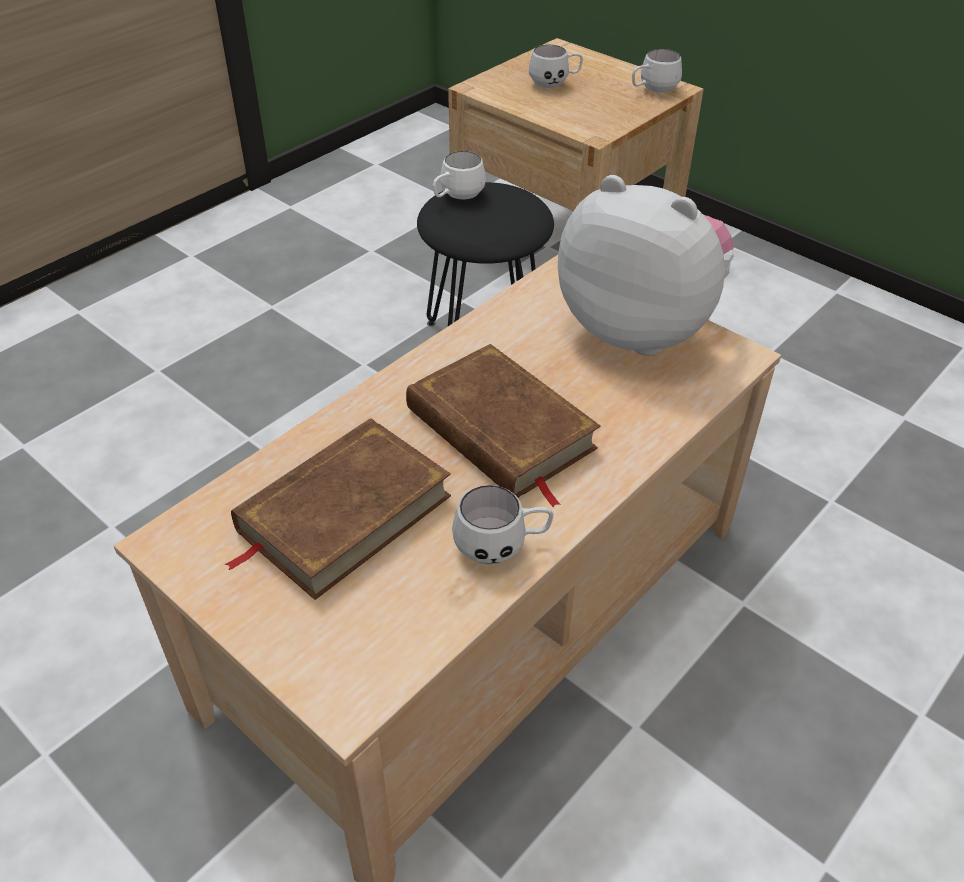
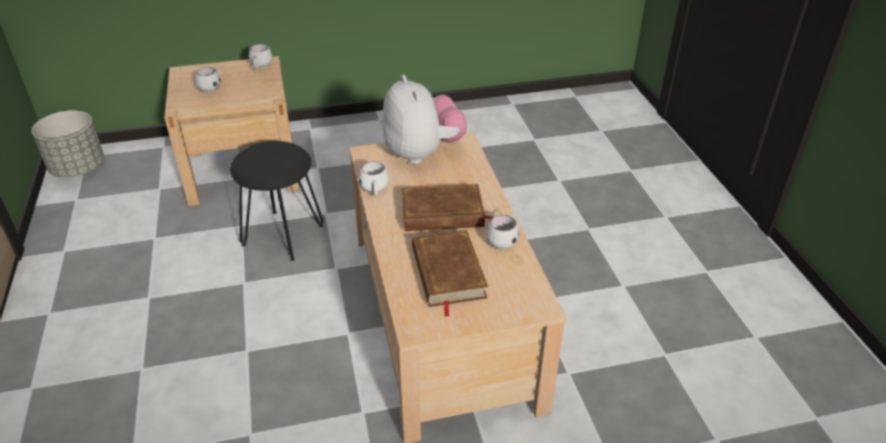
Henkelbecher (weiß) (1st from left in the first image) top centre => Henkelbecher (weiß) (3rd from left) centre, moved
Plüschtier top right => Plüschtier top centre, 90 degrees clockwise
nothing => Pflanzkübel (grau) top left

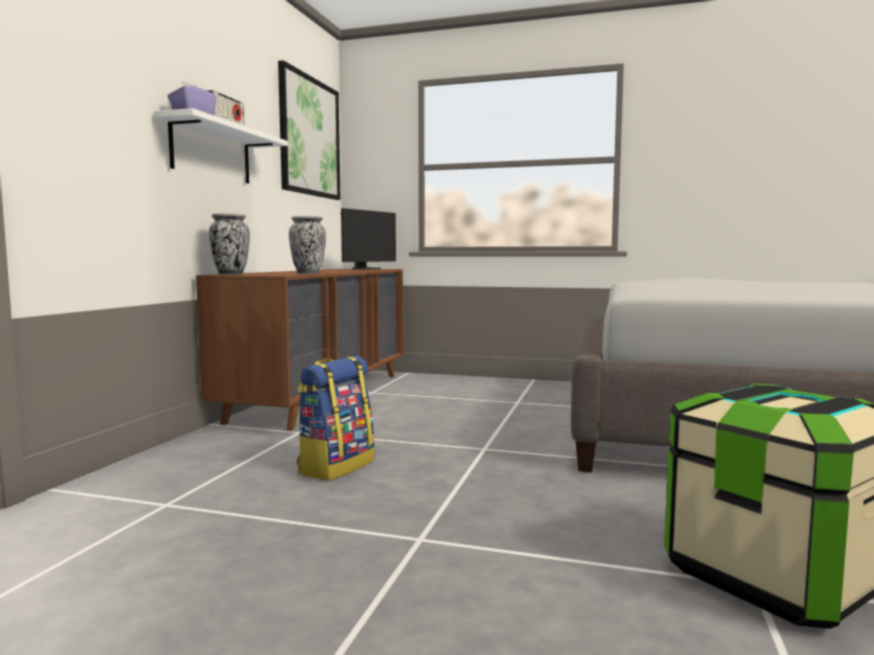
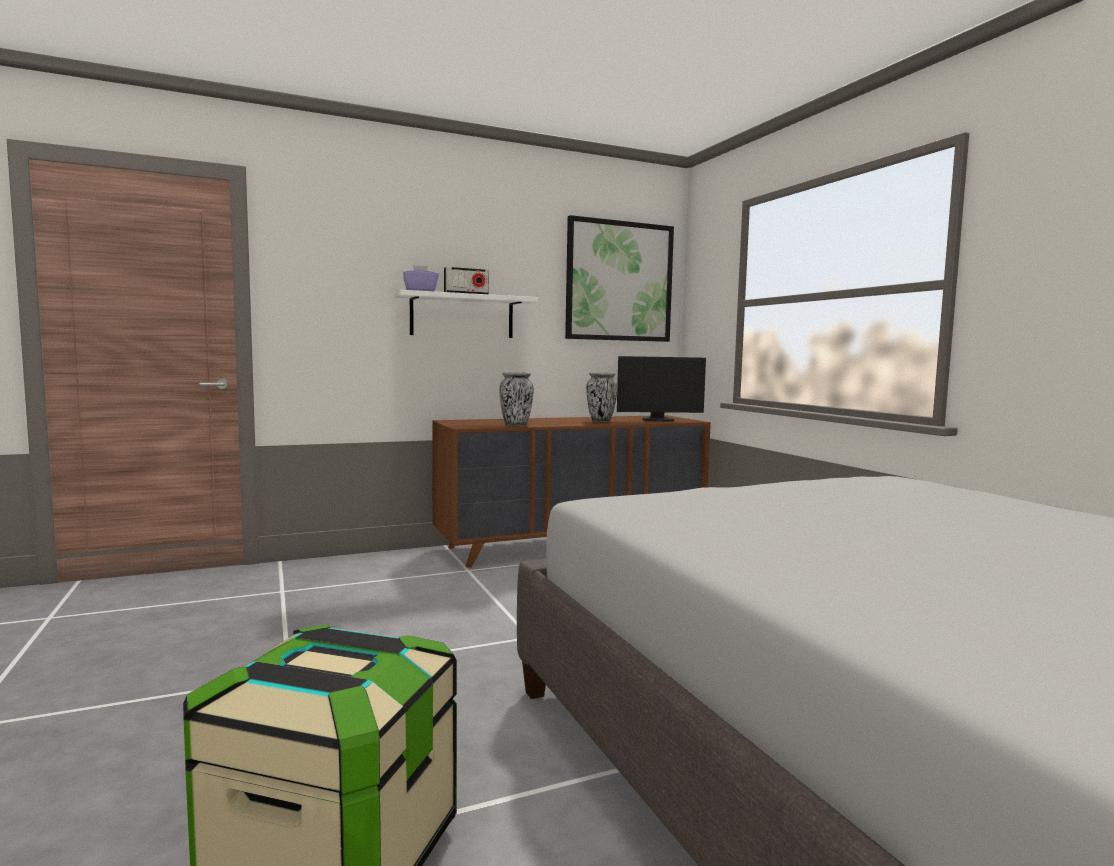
Vase (1st from left in the first image) middle left => Vase (2nd from left) centre, moved
Rucksack centre => nothing

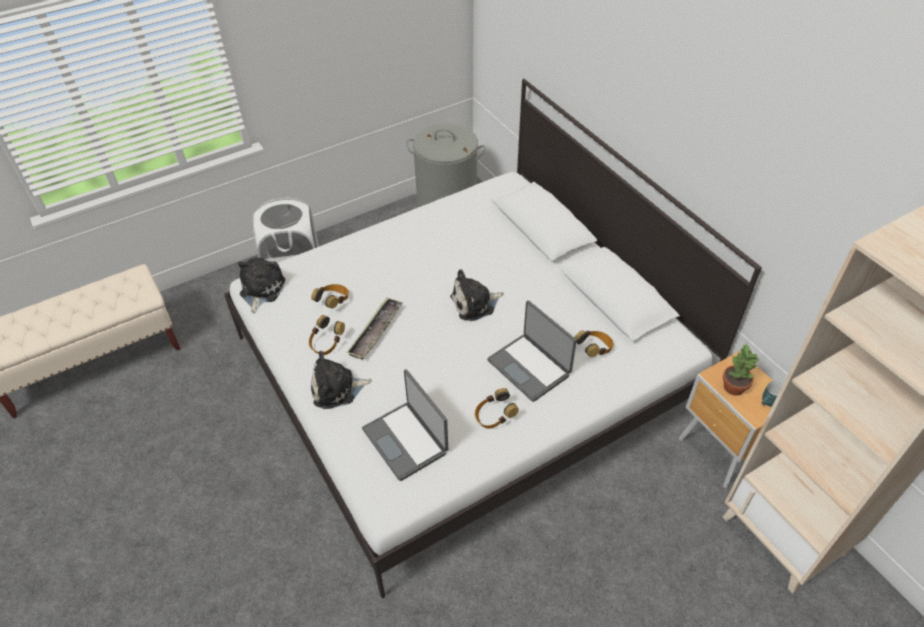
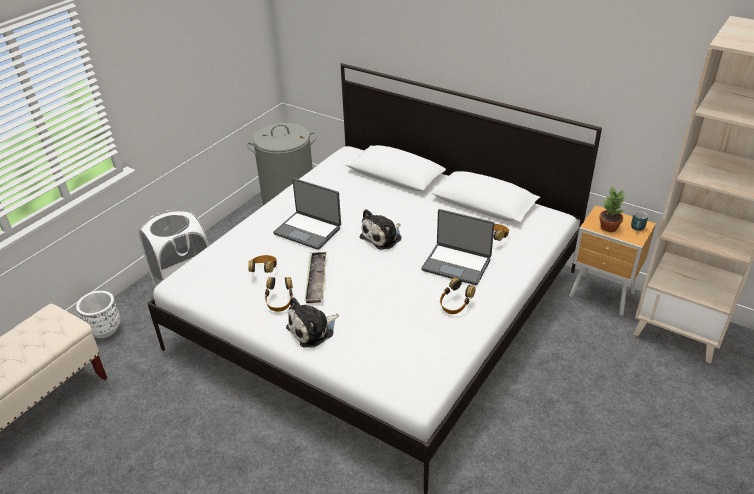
Plüschtier (1st from left) middle left => nothing
Laptop (1st from left) bottom centre => Laptop (1st from left) centre, moved
nothing => Pflanzkübel (weiß) middle left

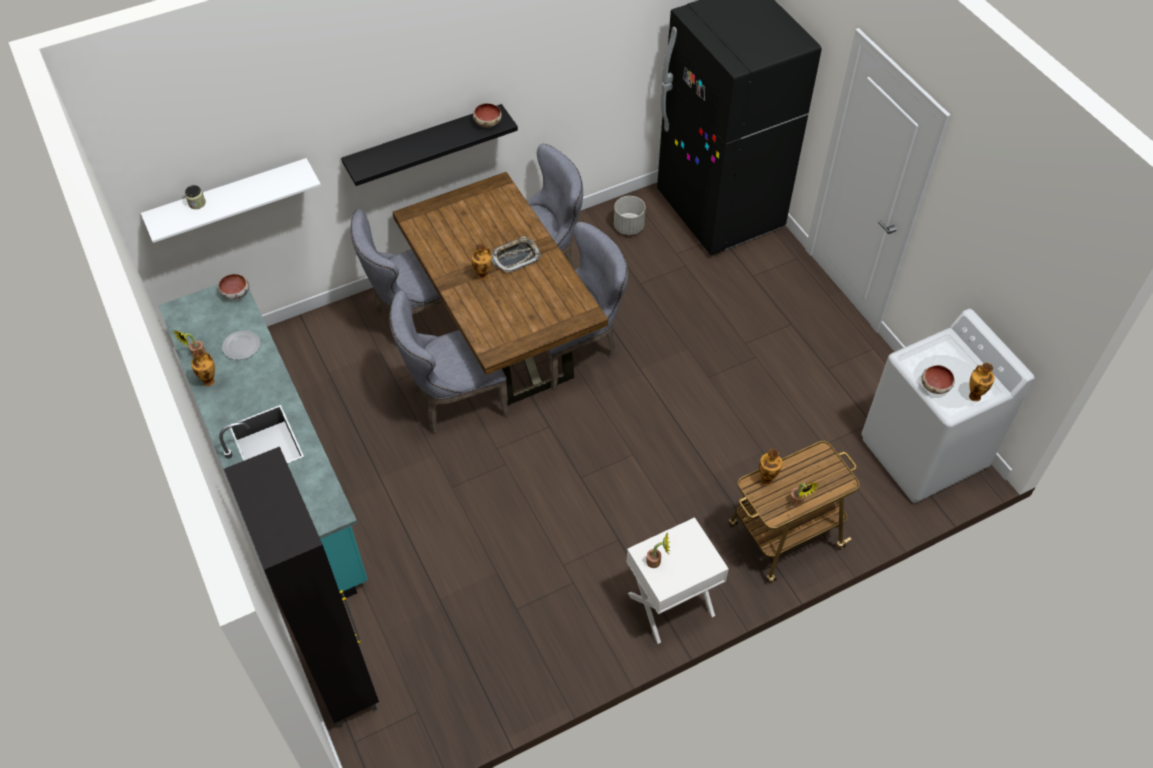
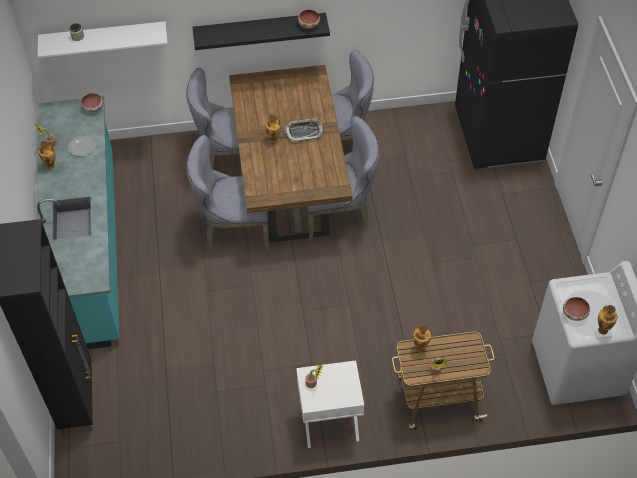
Pflanzkübel (grau) top centre => nothing

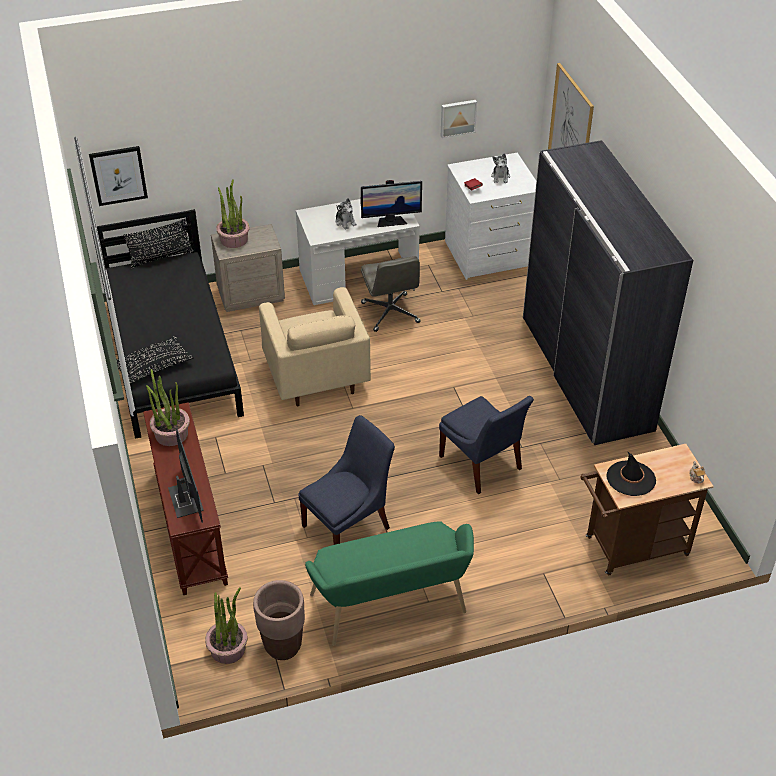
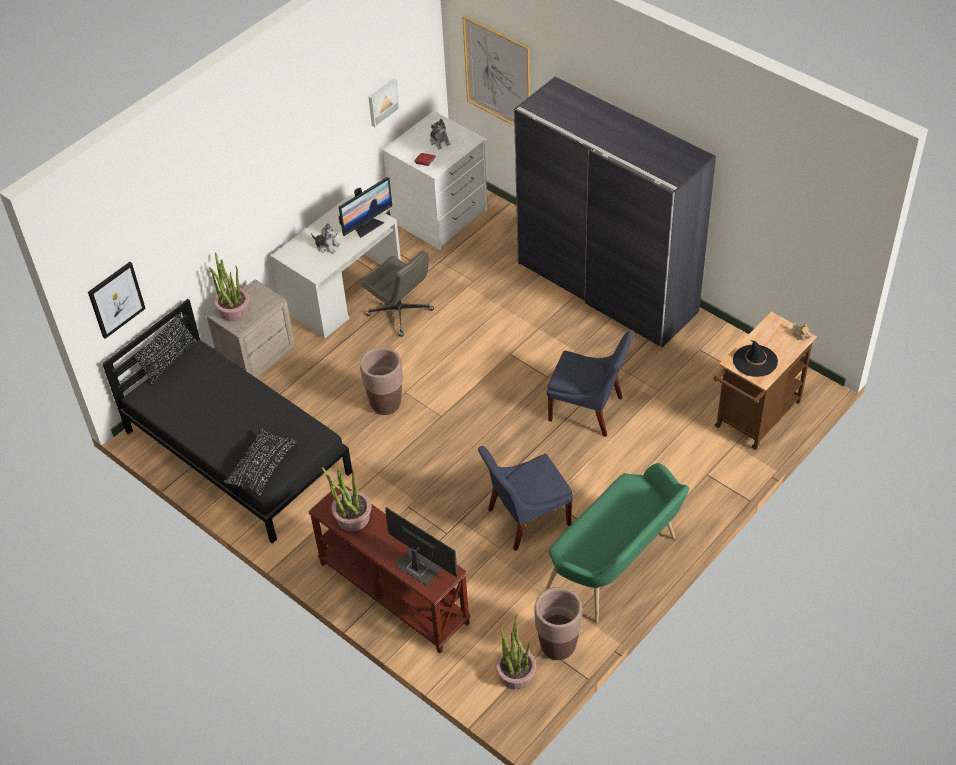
Sessel (beige) centre => Pflanzkübel (braun) (1st from left) centre
Stuhl (blau) (1st from left) centre, 135 degrees counterclockwise

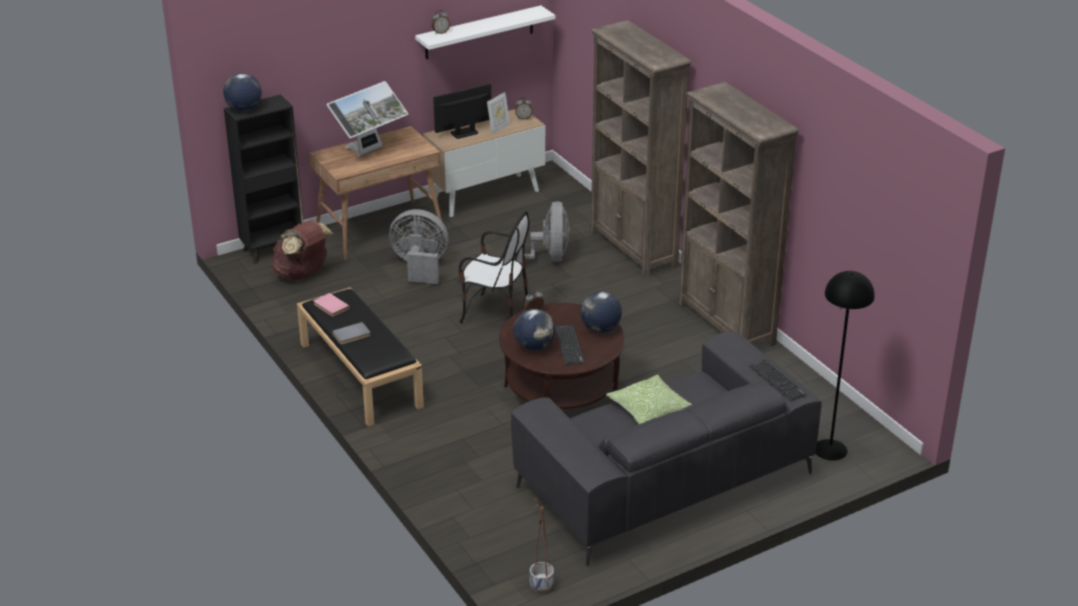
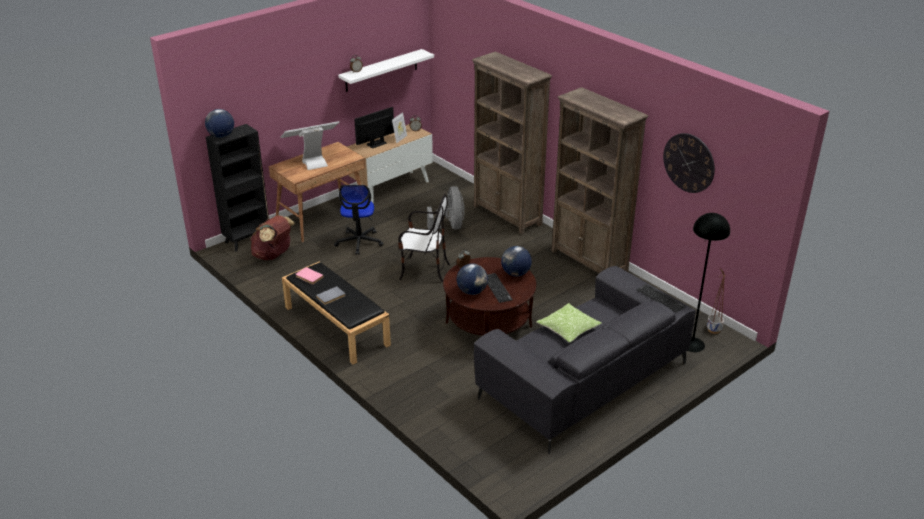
Monitor (1st from left) top centre, 150 degrees counterclockwise
Ventilator (grau) (1st from left) centre => Bürostuhl centre
Pflanzkübel bottom centre => Pflanzkübel middle right, moved
nothing => Wanduhr top right

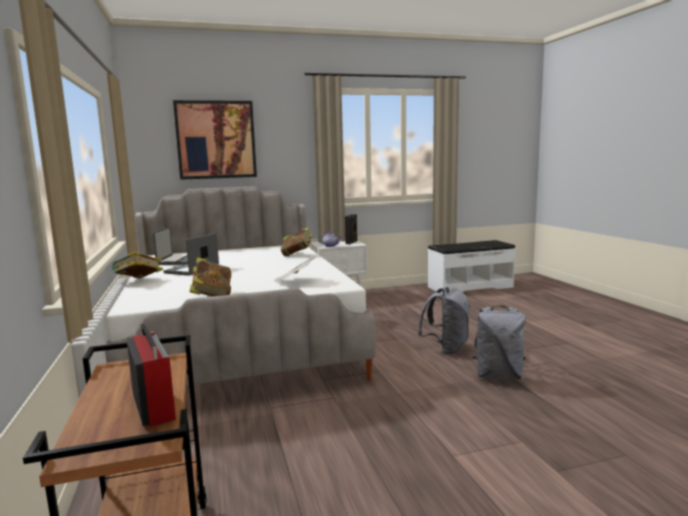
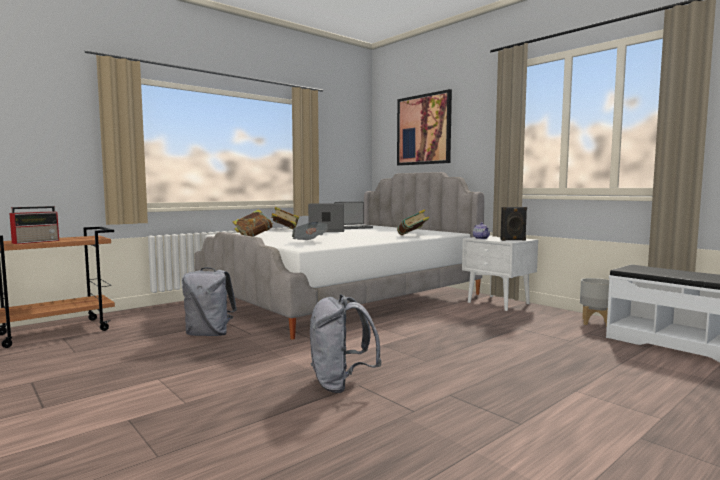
Rucksack (grau) (1st from left) centre => Rucksack (grau) (1st from left) middle left, moved
nothing => Pflanzkübel (grau) middle right

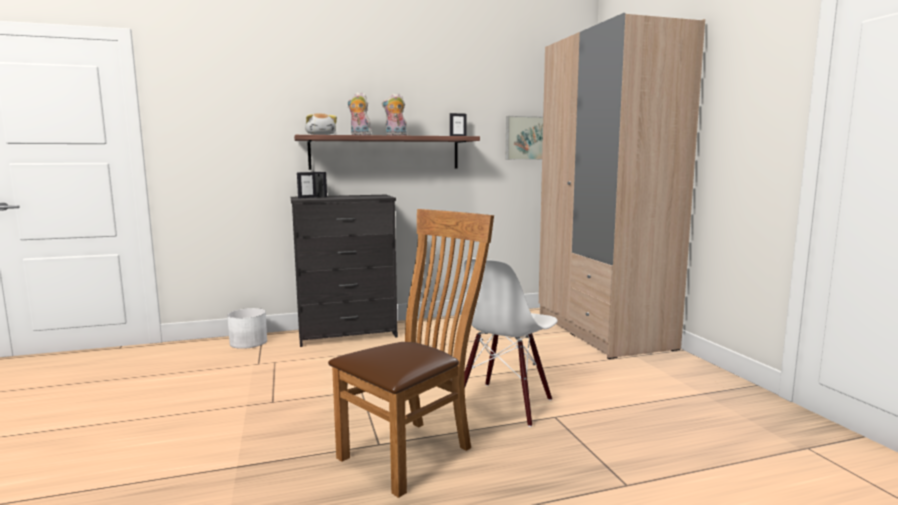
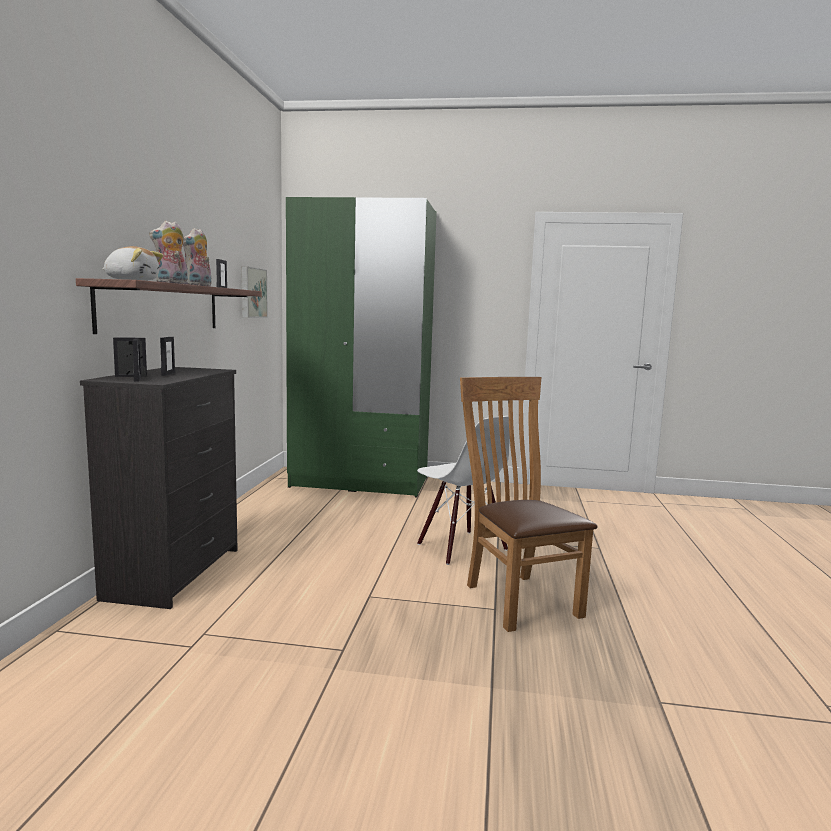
Kleiderschrank (beige) middle right => Kleiderschrank (grün) centre
Pflanzkübel (weiß) middle left => nothing
nothing => Bilderrahmen (3rd from left) middle left

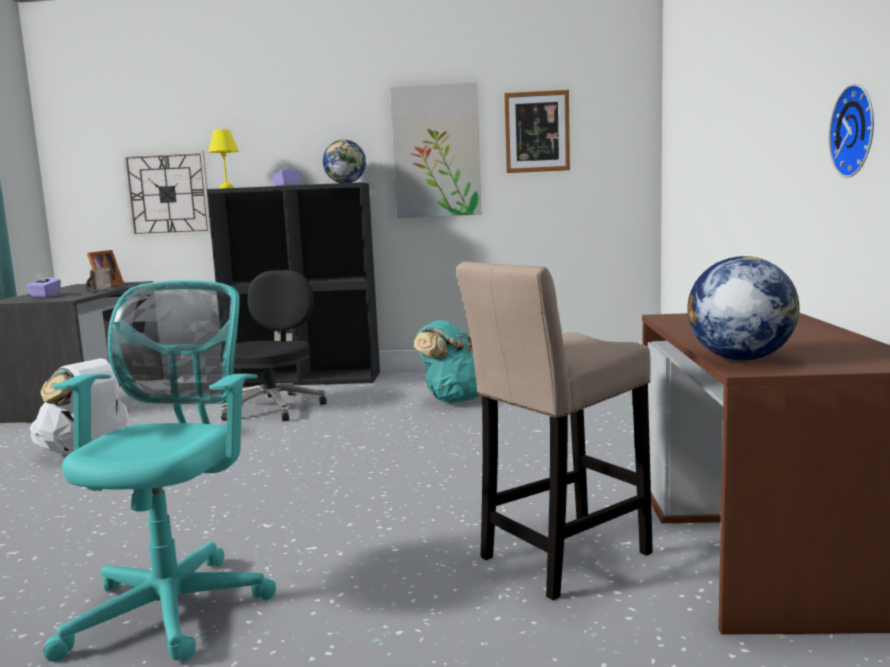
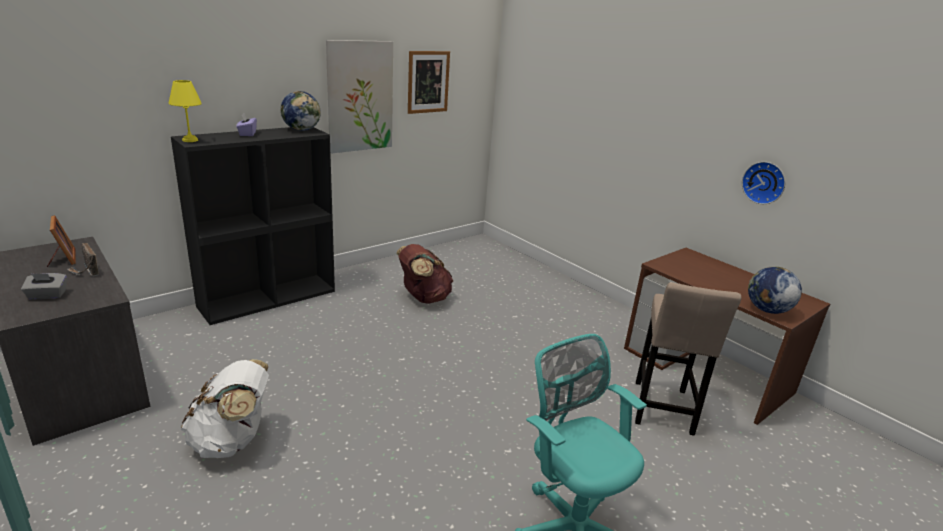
Wanduhr (1st from left) top left => nothing
Bürostuhl (schwarz) middle left => nothing
Taschentuchbox (lila) (1st from left) middle left => Taschentuchbox (grau) middle left
Rucksack (türkis) centre => Rucksack (braun) centre

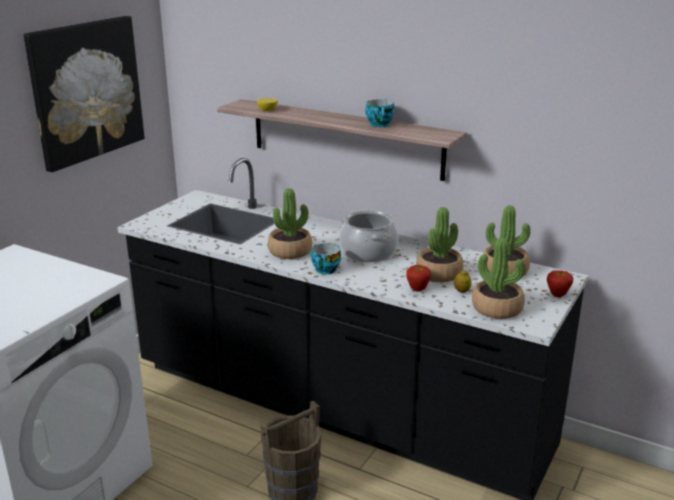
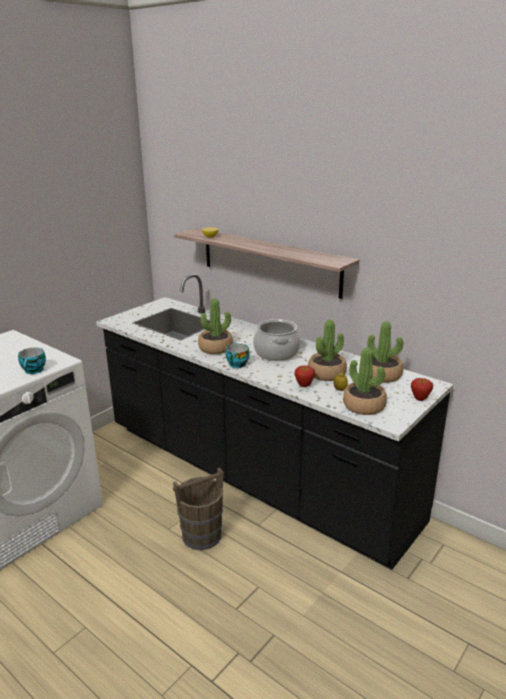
Bild top left => nothing
Tasse (2nd from left in the first image) top centre => Tasse (1st from left) middle left, moved

